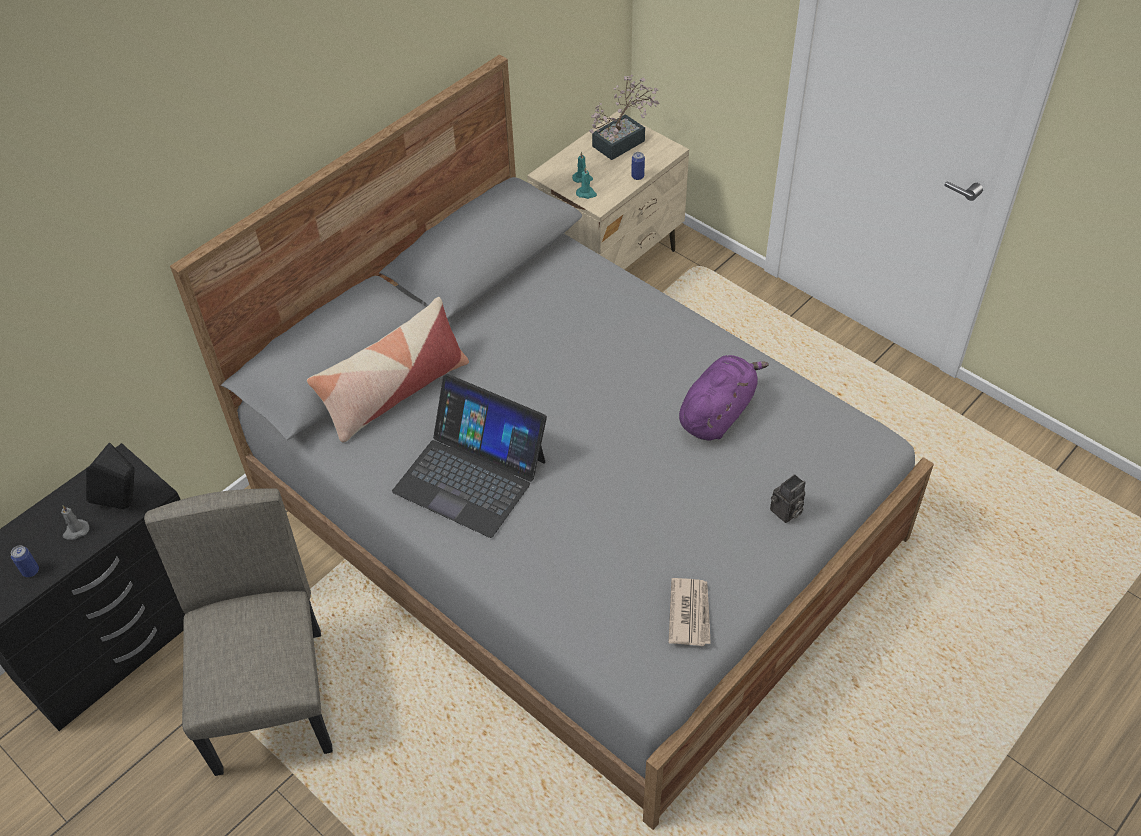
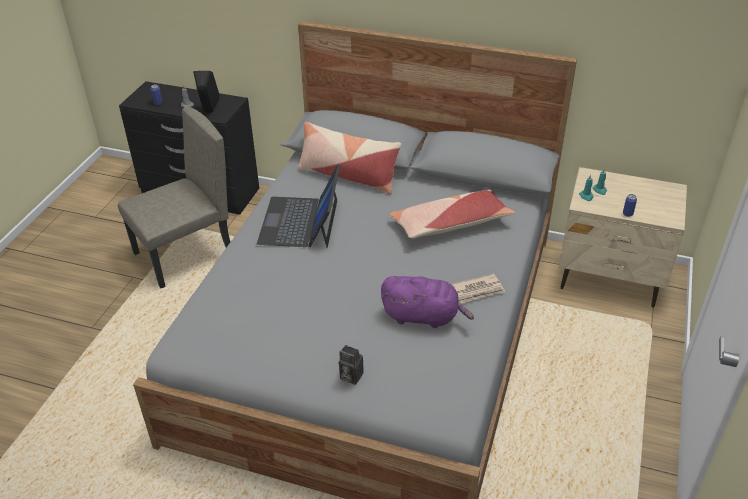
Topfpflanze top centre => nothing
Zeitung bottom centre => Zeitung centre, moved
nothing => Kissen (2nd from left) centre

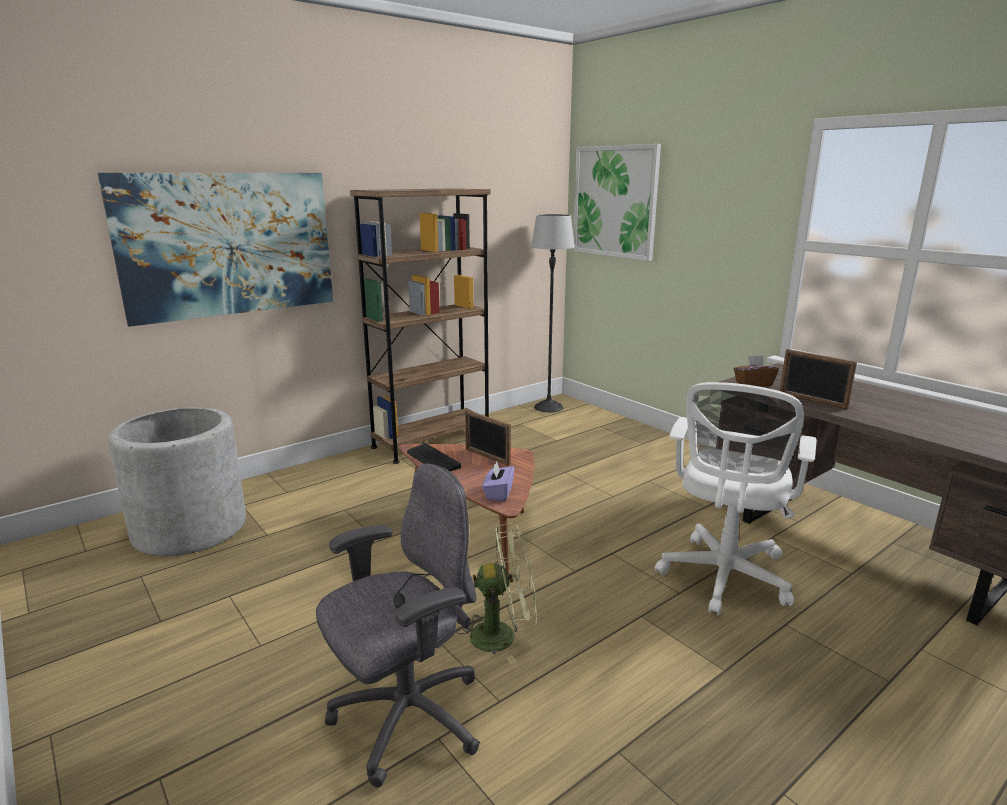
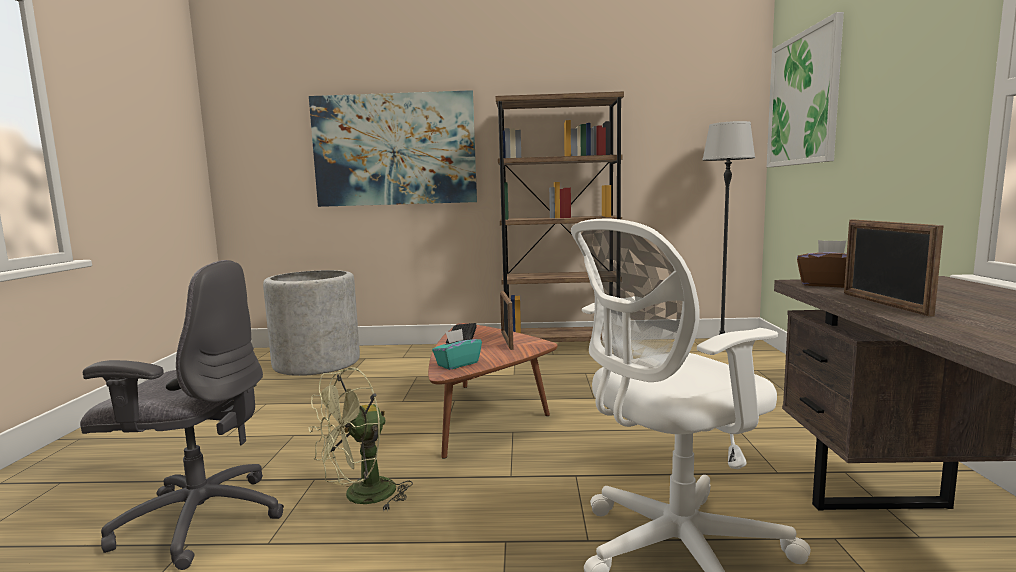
Taschentuchbox (lila) centre => Taschentuchbox (türkis) centre
Ventilator (grün) bottom centre, 105 degrees clockwise

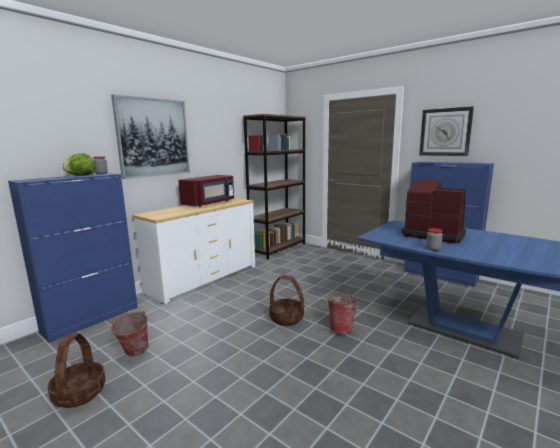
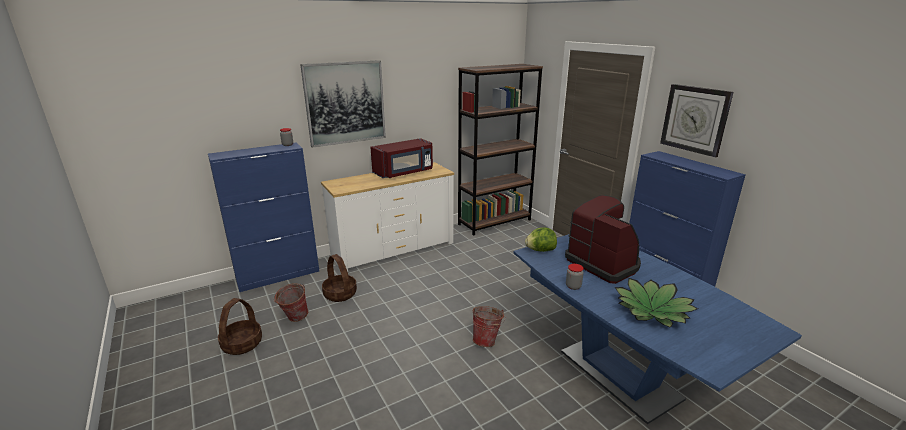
Salatkopf middle left => Salatkopf centre, moved
Korb (2nd from left) bottom centre => Korb (2nd from left) centre, moved
nothing => Topfpflanze bottom right

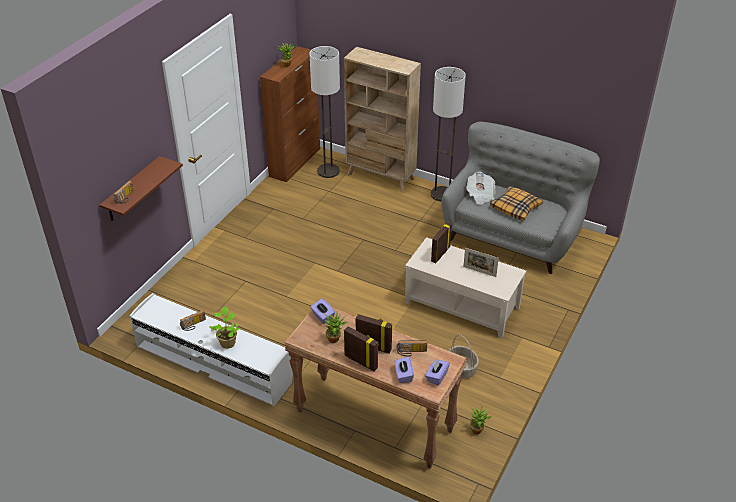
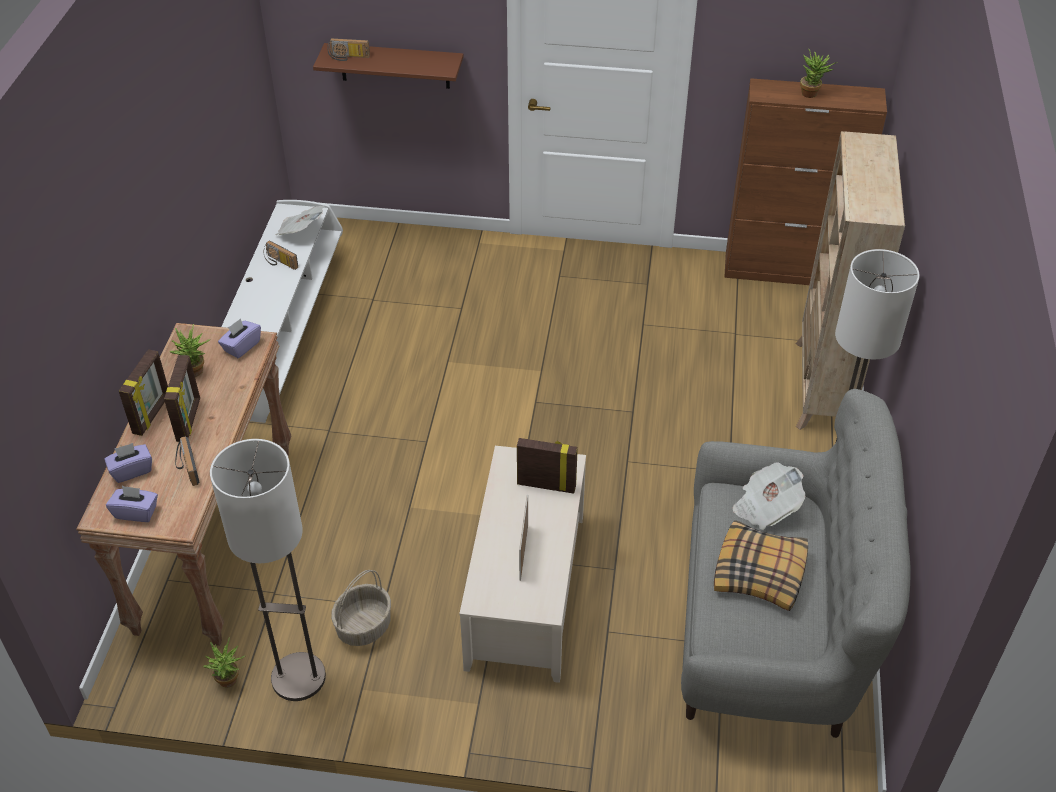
Stehlampe (1st from left) top centre => Stehlampe (1st from left) bottom left, moved
Topfpflanze (1st from left) middle left => nothing
nothing => Zeitung (1st from left) top left

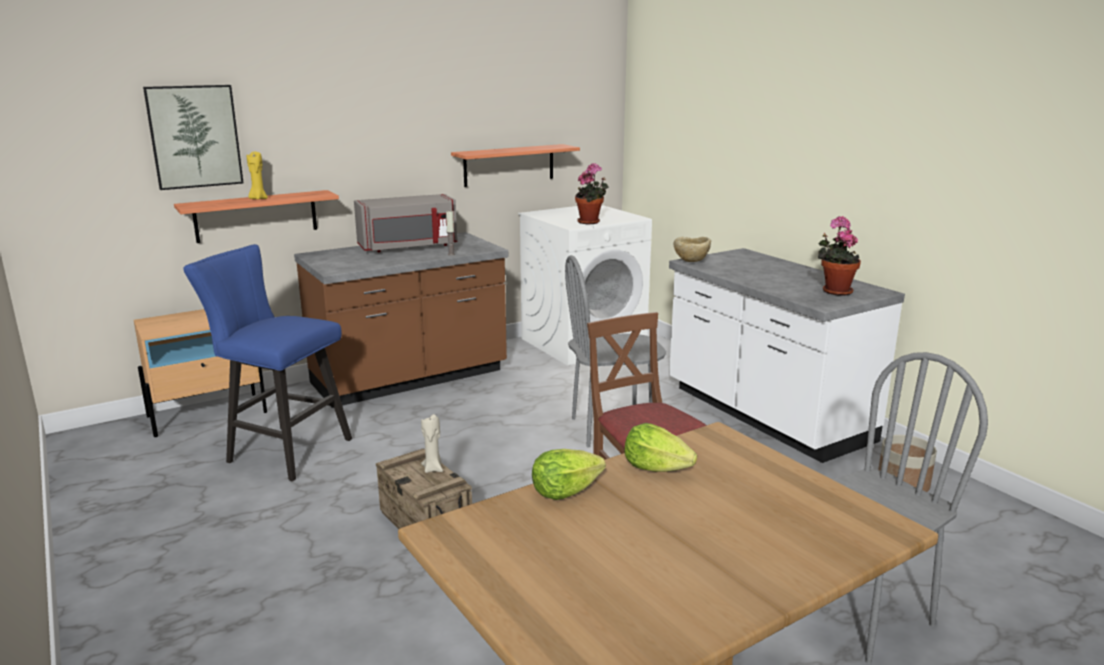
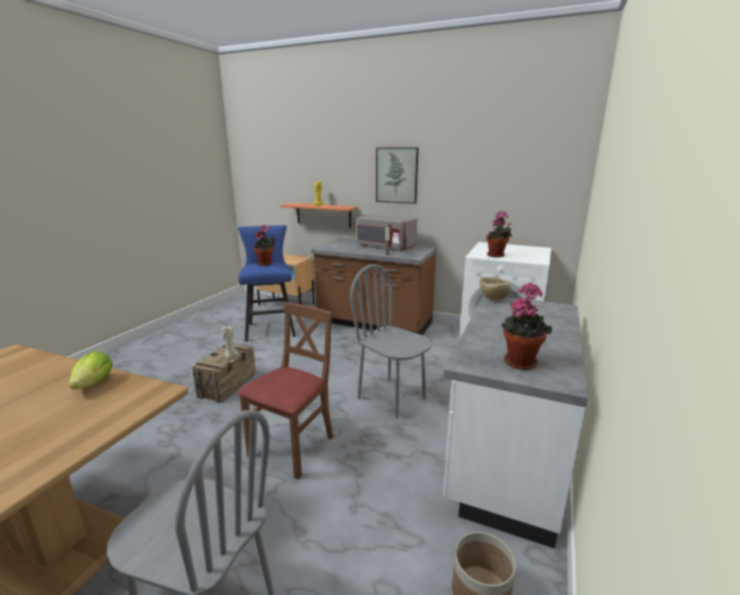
Bild top left => Bild top centre, moved
Wandregal (2nd from left) top centre => nothing
Salatkopf (1st from left) bottom centre => nothing
nothing => Topfpflanze (1st from left) centre

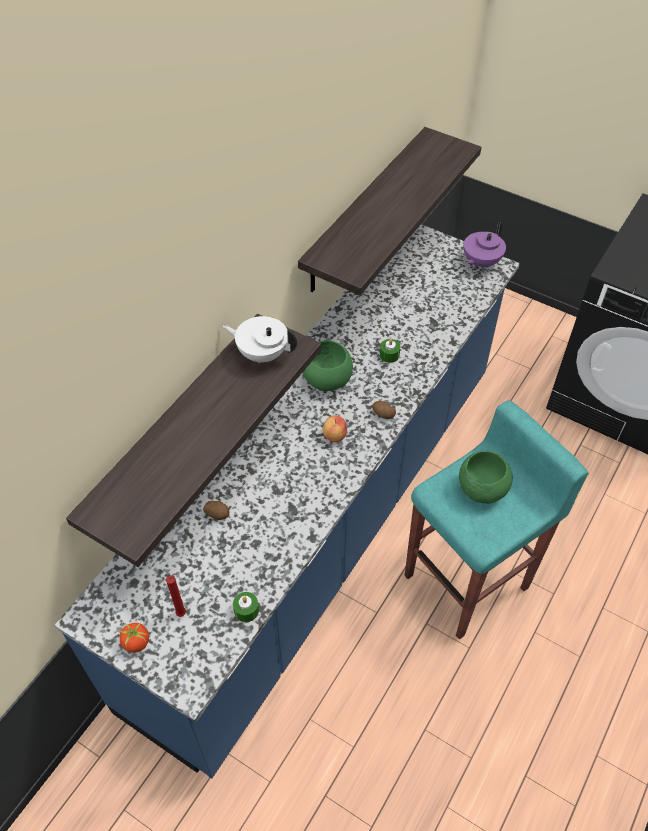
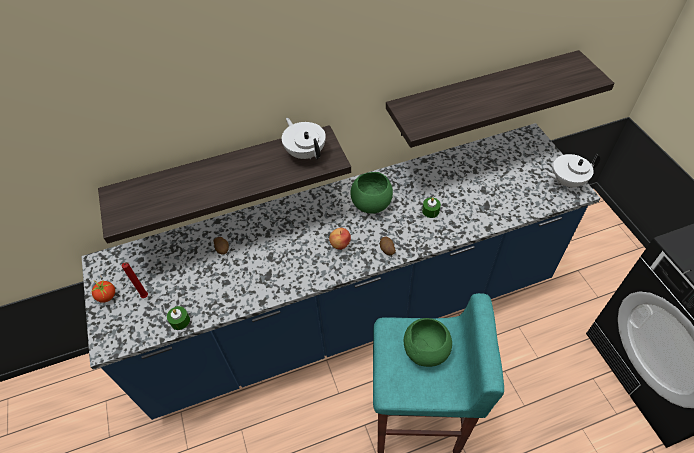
Teekanne (lila) top right => Teekanne (weiß) (2nd from left) middle right

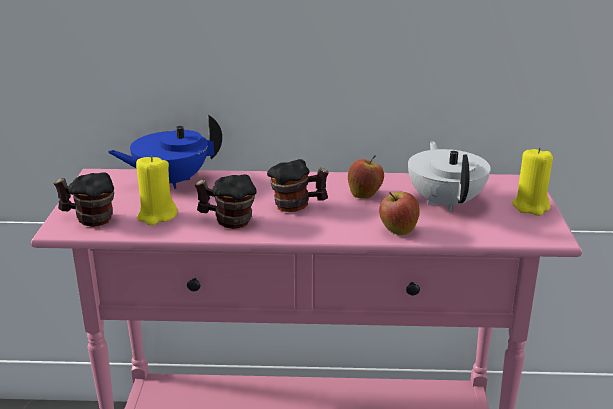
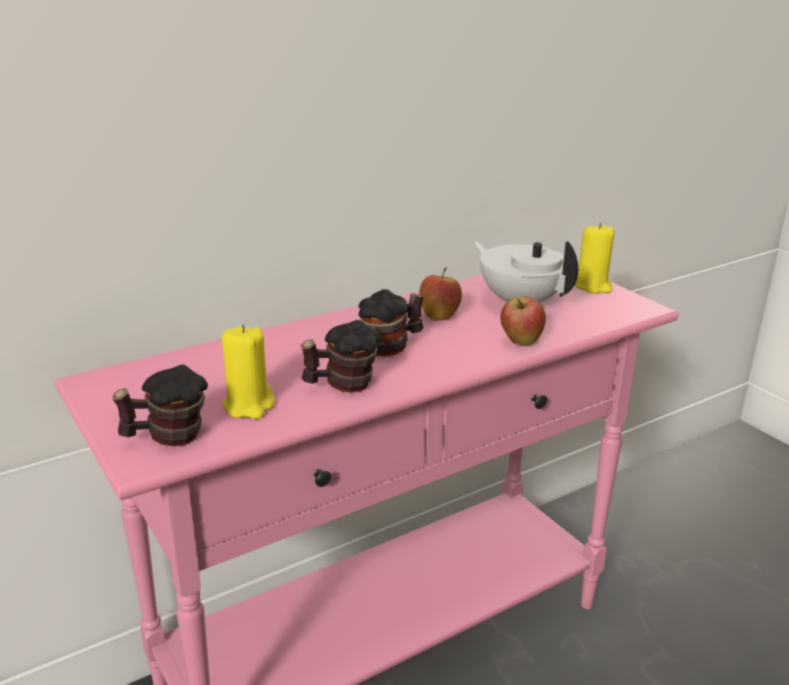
Teekanne (blau) middle left => nothing

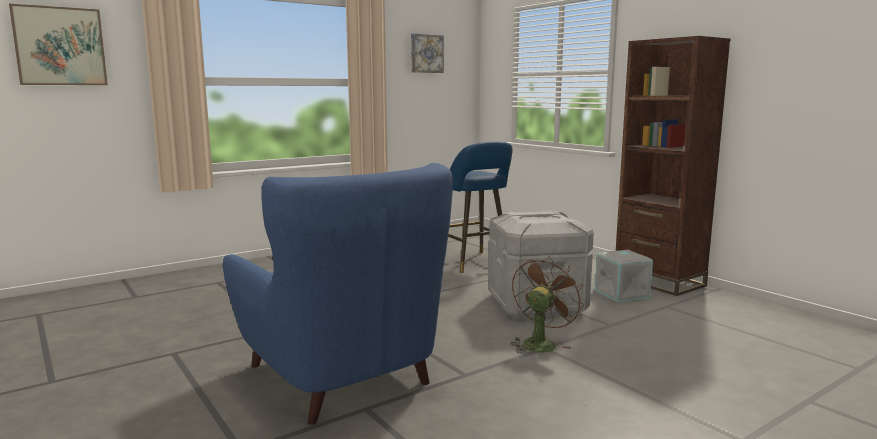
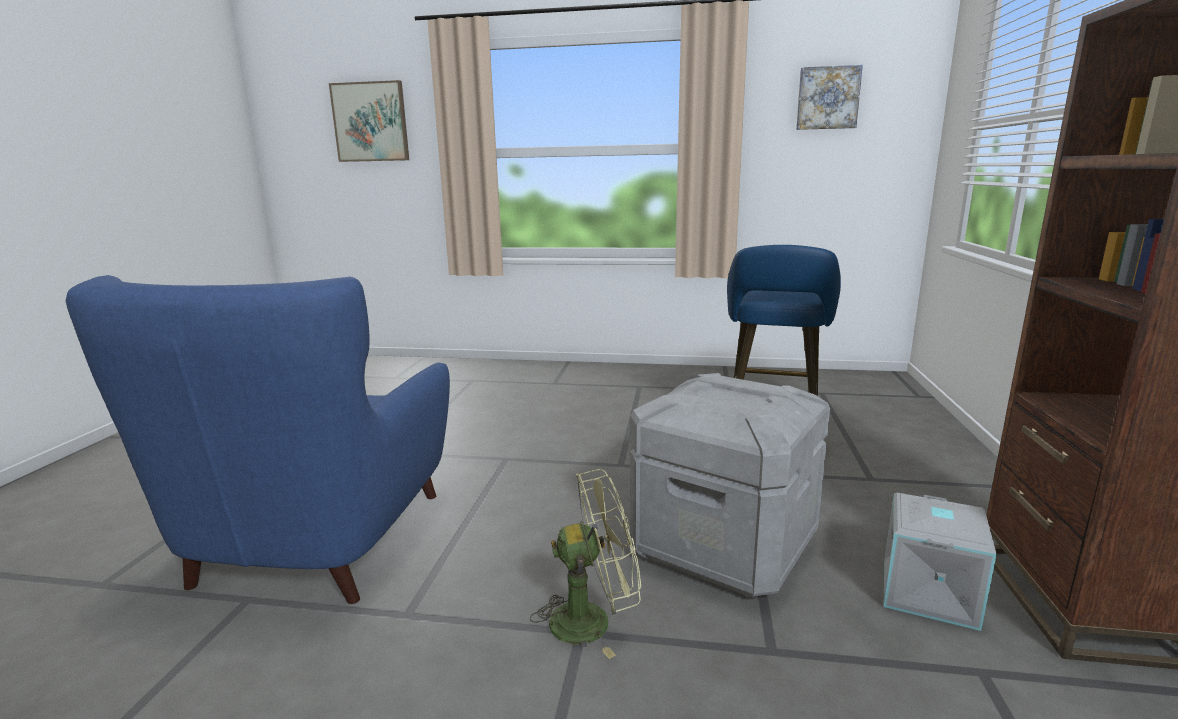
Ventilator (braun) bottom centre => Ventilator (grün) bottom centre

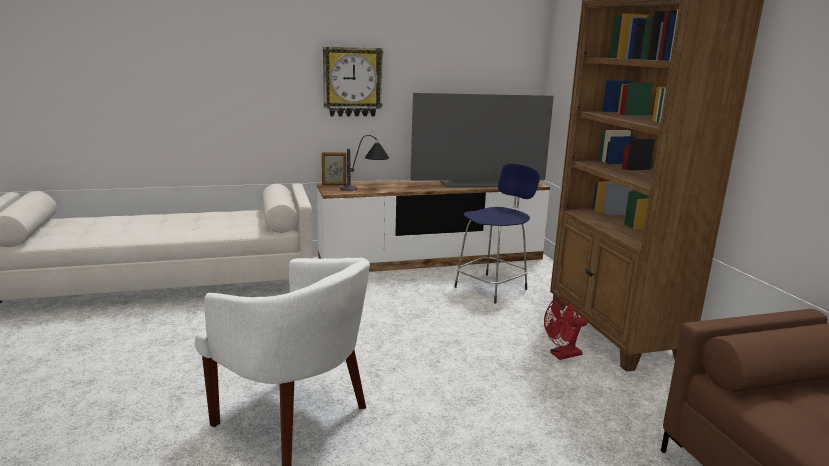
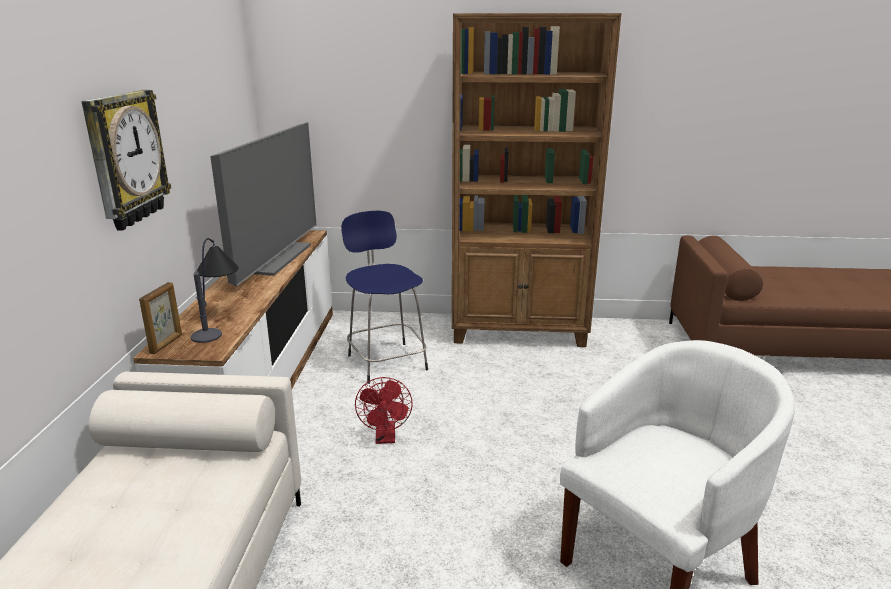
Ventilator (rot) bottom right => Ventilator (rot) bottom centre, moved

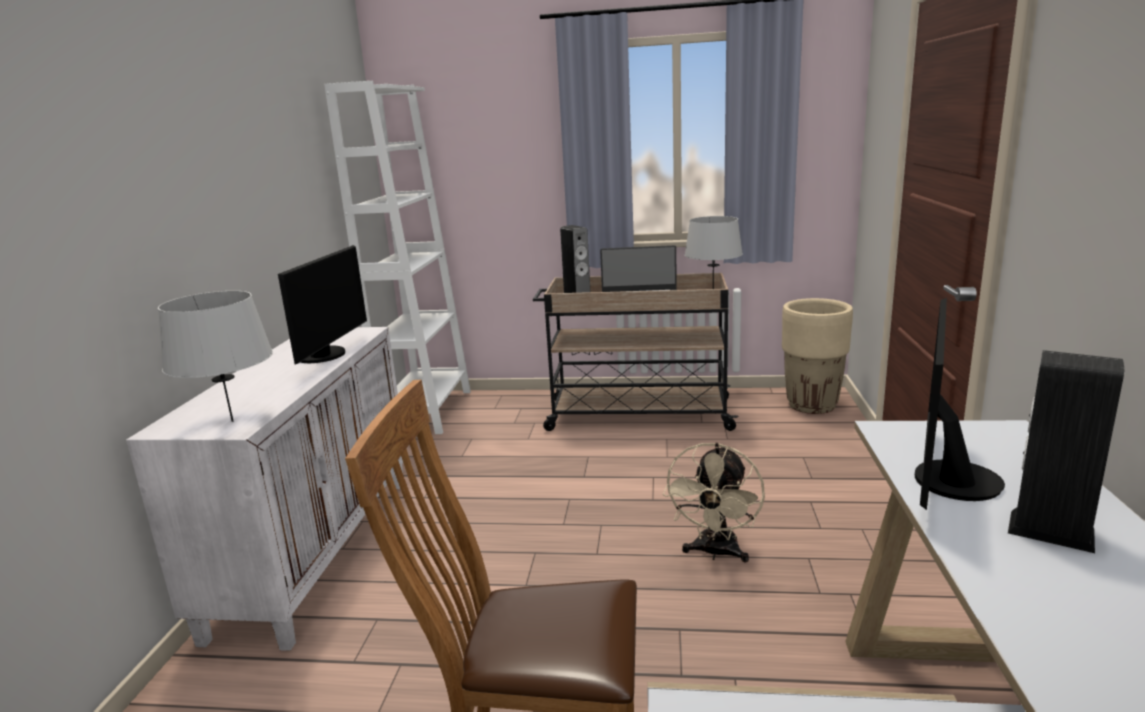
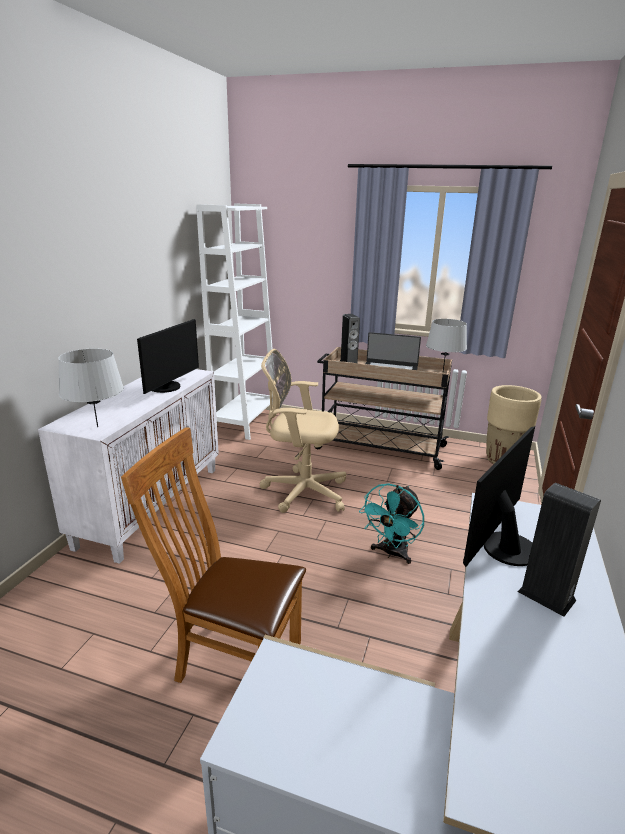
Ventilator (beige) bottom centre => Ventilator (türkis) centre
nothing => Bürostuhl (beige) centre

